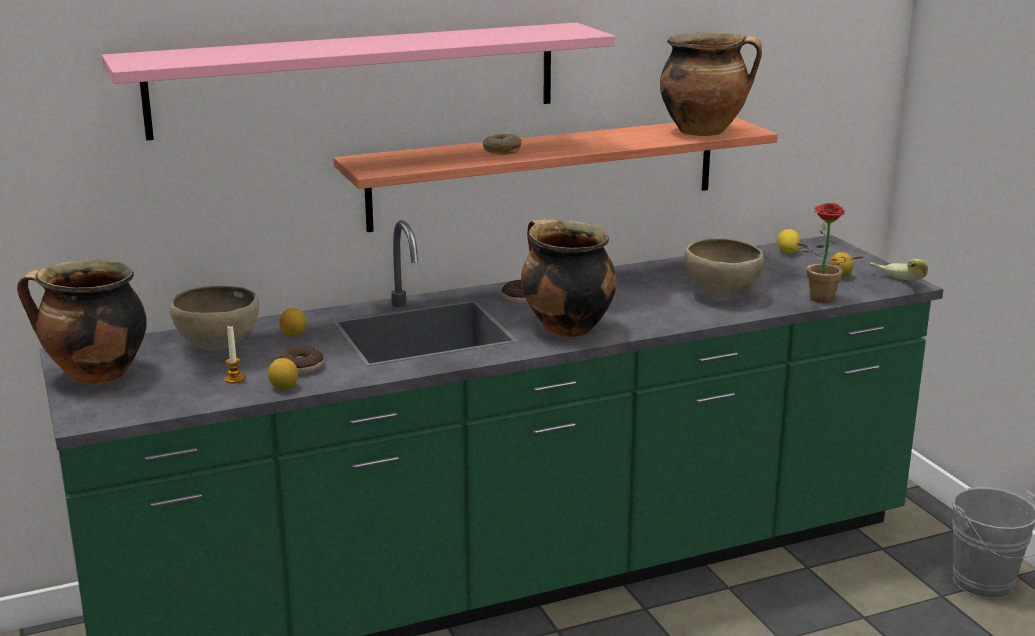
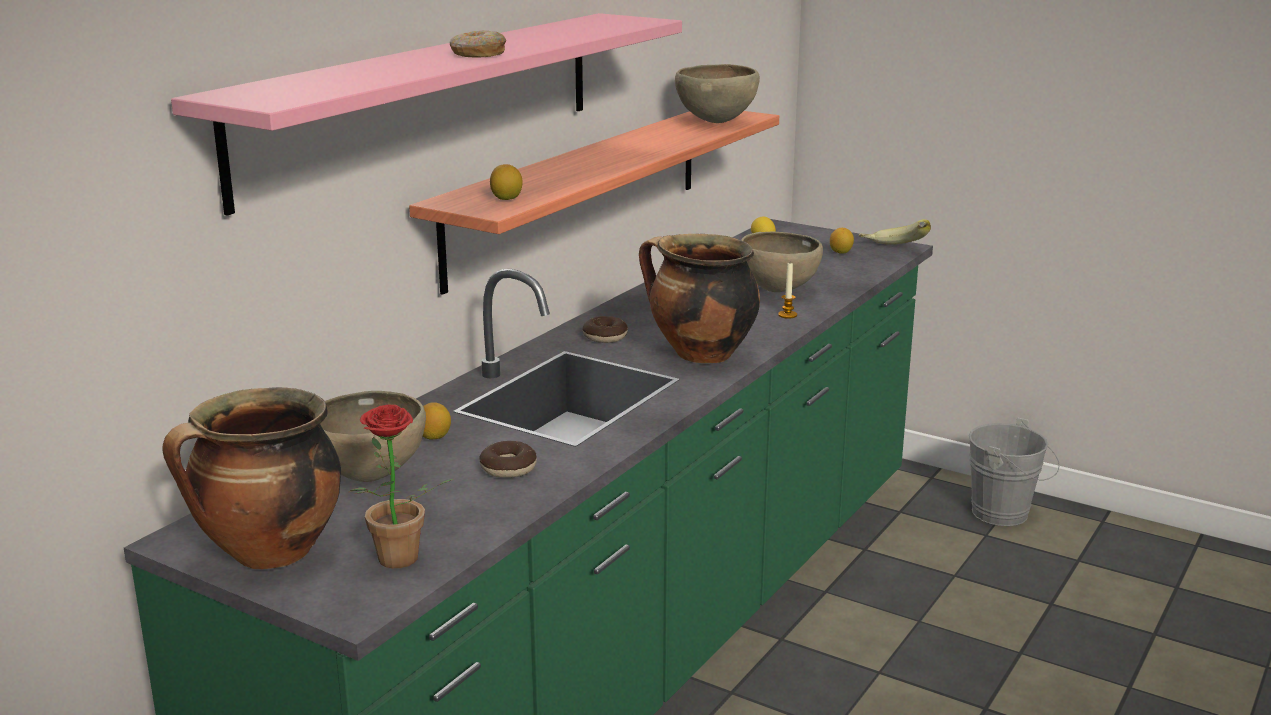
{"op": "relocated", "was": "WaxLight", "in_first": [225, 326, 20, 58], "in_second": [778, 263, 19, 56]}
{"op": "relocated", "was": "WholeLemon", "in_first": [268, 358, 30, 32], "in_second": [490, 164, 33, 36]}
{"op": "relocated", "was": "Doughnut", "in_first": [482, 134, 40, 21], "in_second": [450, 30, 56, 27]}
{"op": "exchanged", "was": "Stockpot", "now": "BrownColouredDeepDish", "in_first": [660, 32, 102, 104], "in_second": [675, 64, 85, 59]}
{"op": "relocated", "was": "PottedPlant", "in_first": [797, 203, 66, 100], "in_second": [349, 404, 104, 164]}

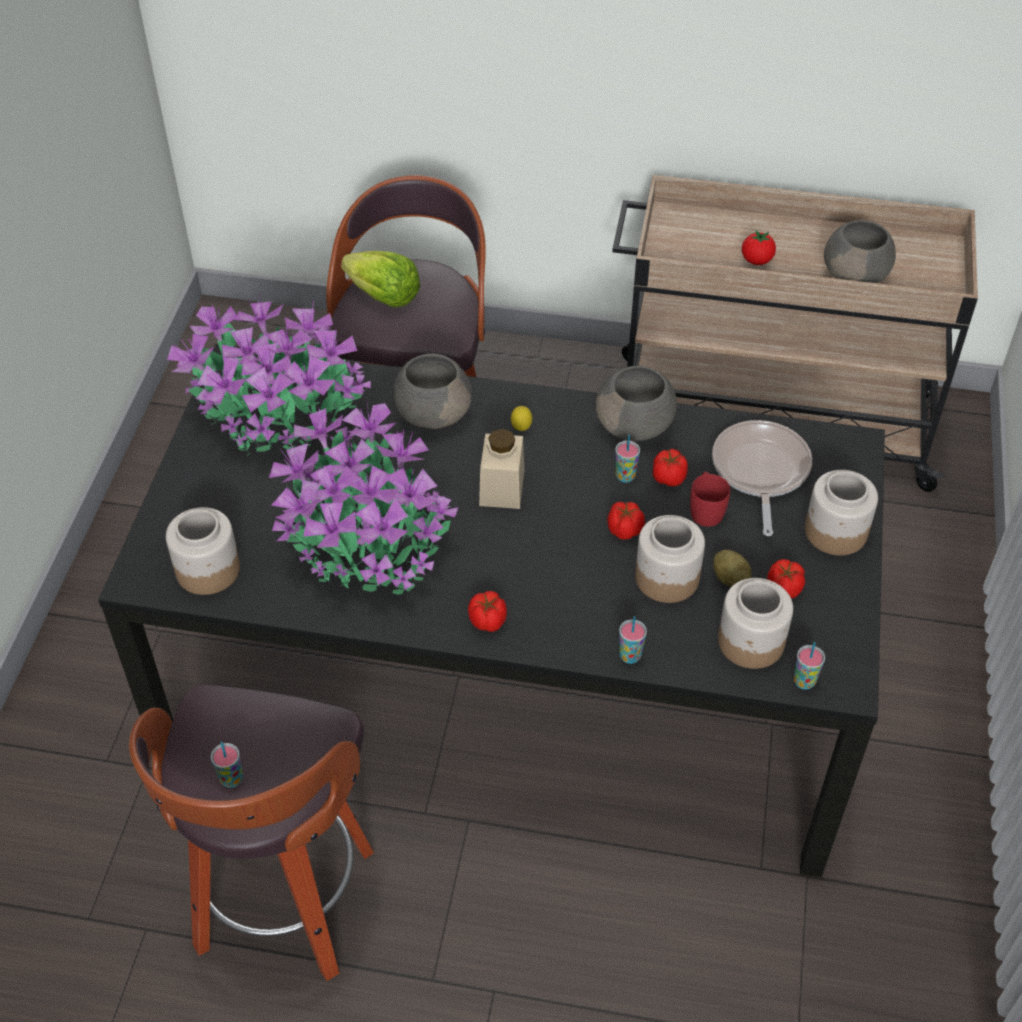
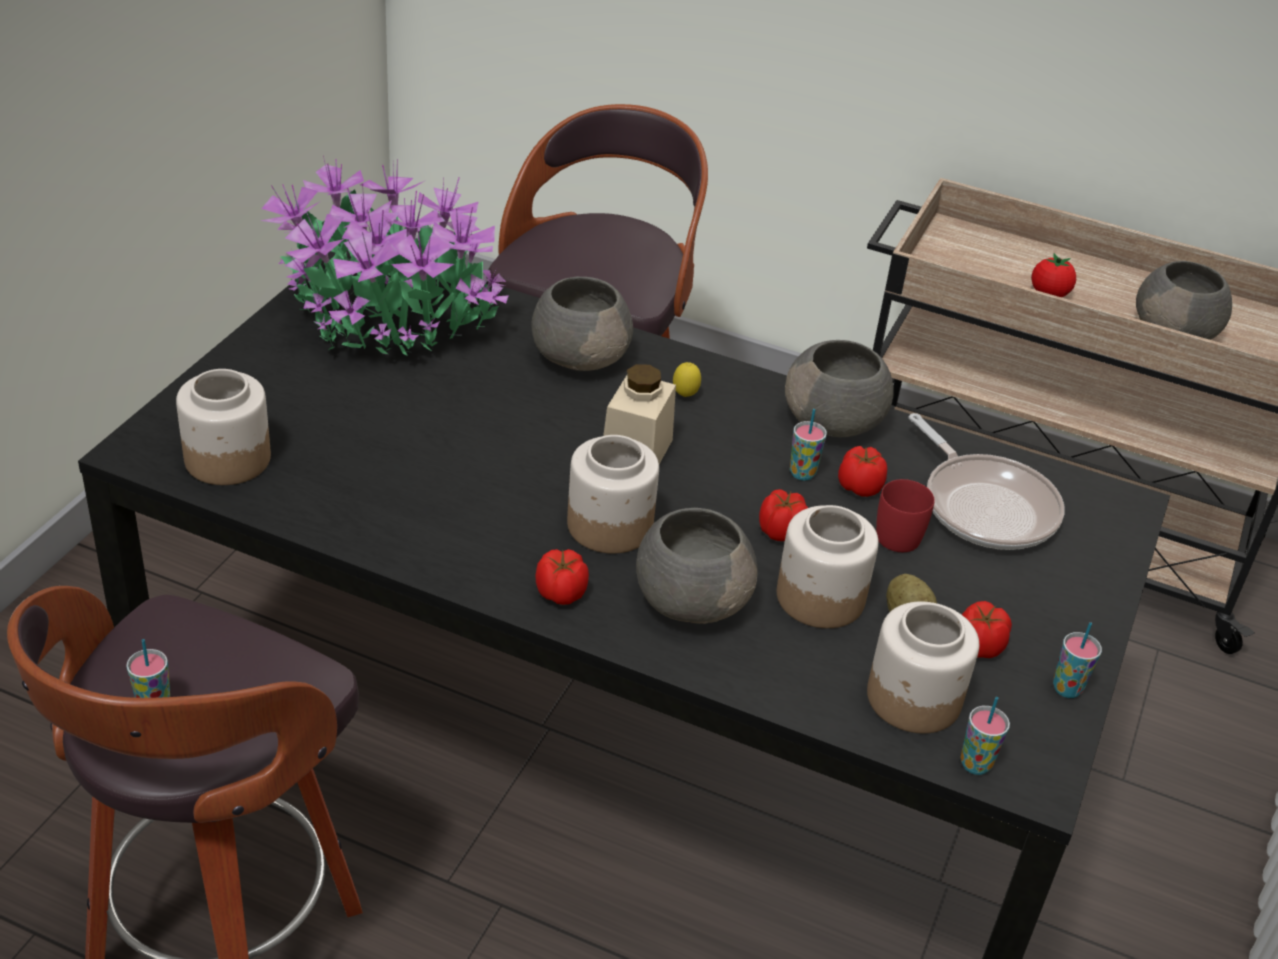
{"op": "missing", "was": "PottedPlant", "in_first": [269, 403, 190, 192]}
{"op": "missing", "was": "LettuceHead", "in_first": [341, 251, 79, 56]}
{"op": "relocated", "was": "DrinkingCup", "in_first": [619, 616, 28, 48], "in_second": [1053, 622, 49, 76]}
{"op": "spun", "was": "FryingPan", "in_first": [712, 420, 100, 116], "in_second": [908, 413, 157, 137], "clockwise": 135}
{"op": "relocated", "was": "PreserveJar", "in_first": [805, 470, 73, 86], "in_second": [567, 435, 92, 119]}
{"op": "appeared", "now": "GrayDeepDish", "in_second": [636, 508, 122, 116]}

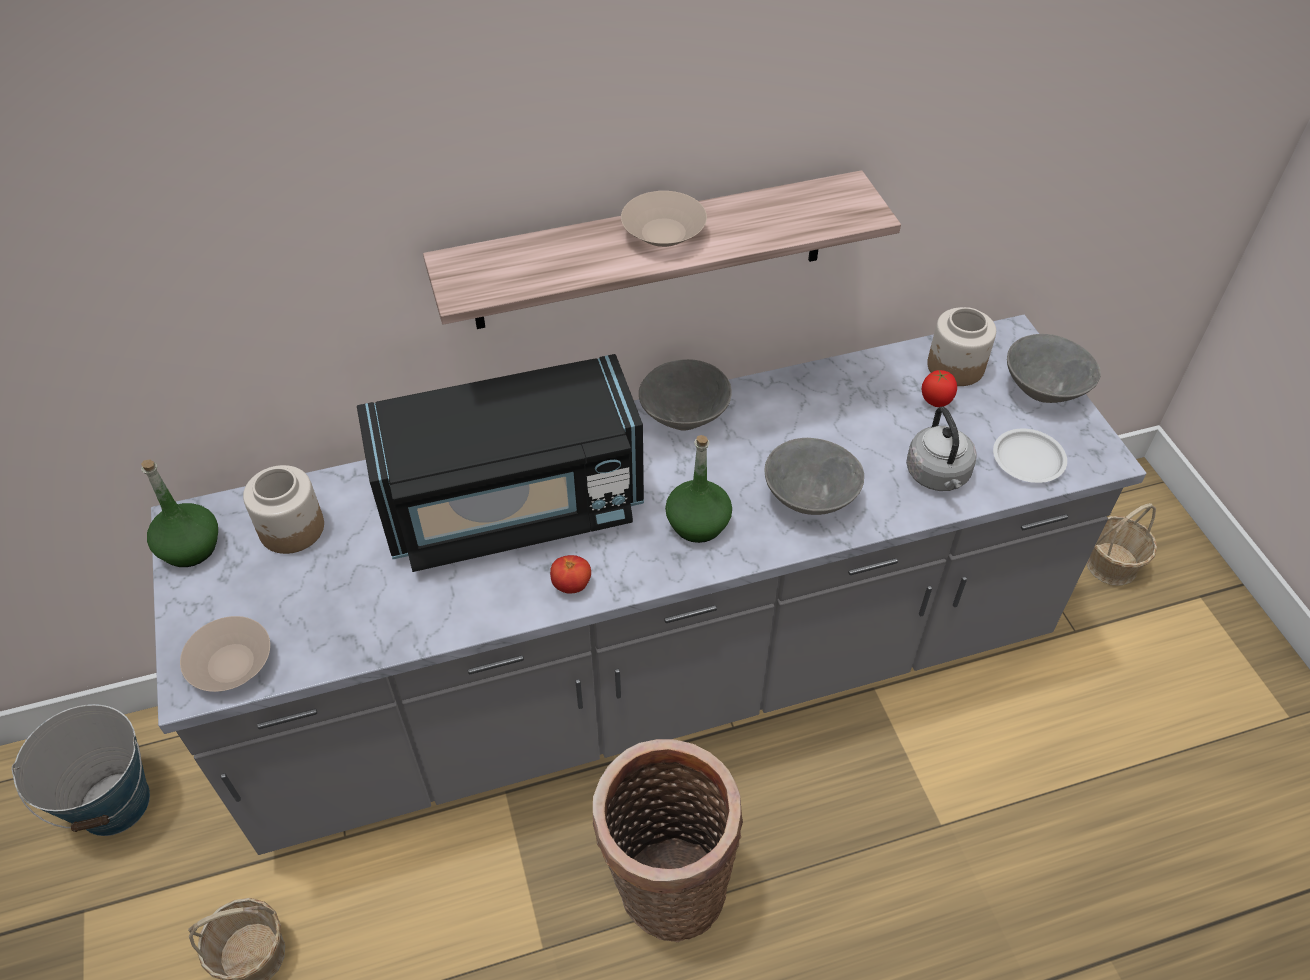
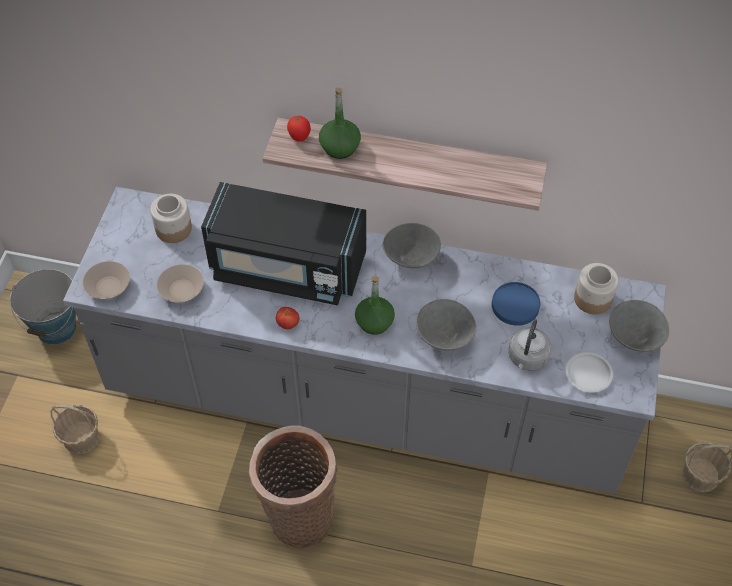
{"op": "relocated", "was": "GreenColouredDrinkBottle", "in_first": [141, 459, 77, 108], "in_second": [319, 87, 42, 72]}
{"op": "relocated", "was": "SandColouredDeepDish", "in_first": [621, 191, 86, 56], "in_second": [157, 264, 47, 38]}
{"op": "relocated", "was": "FreshTomato", "in_first": [922, 370, 35, 37], "in_second": [287, 115, 24, 27]}
{"op": "appeared", "now": "BlueFlatDish", "in_second": [492, 282, 49, 44]}

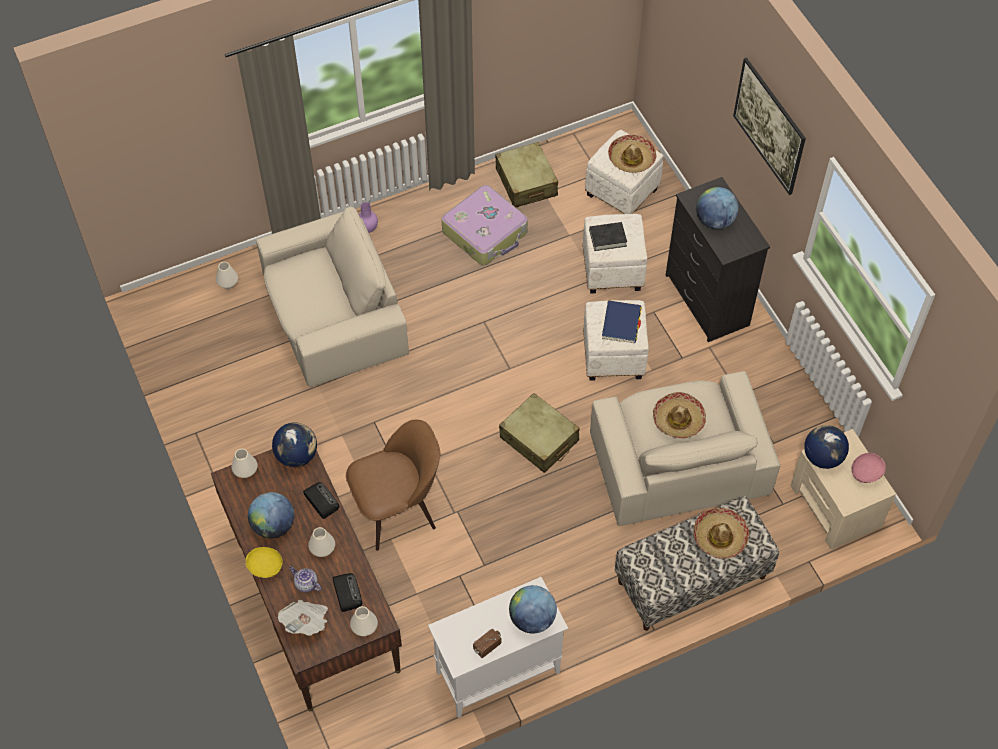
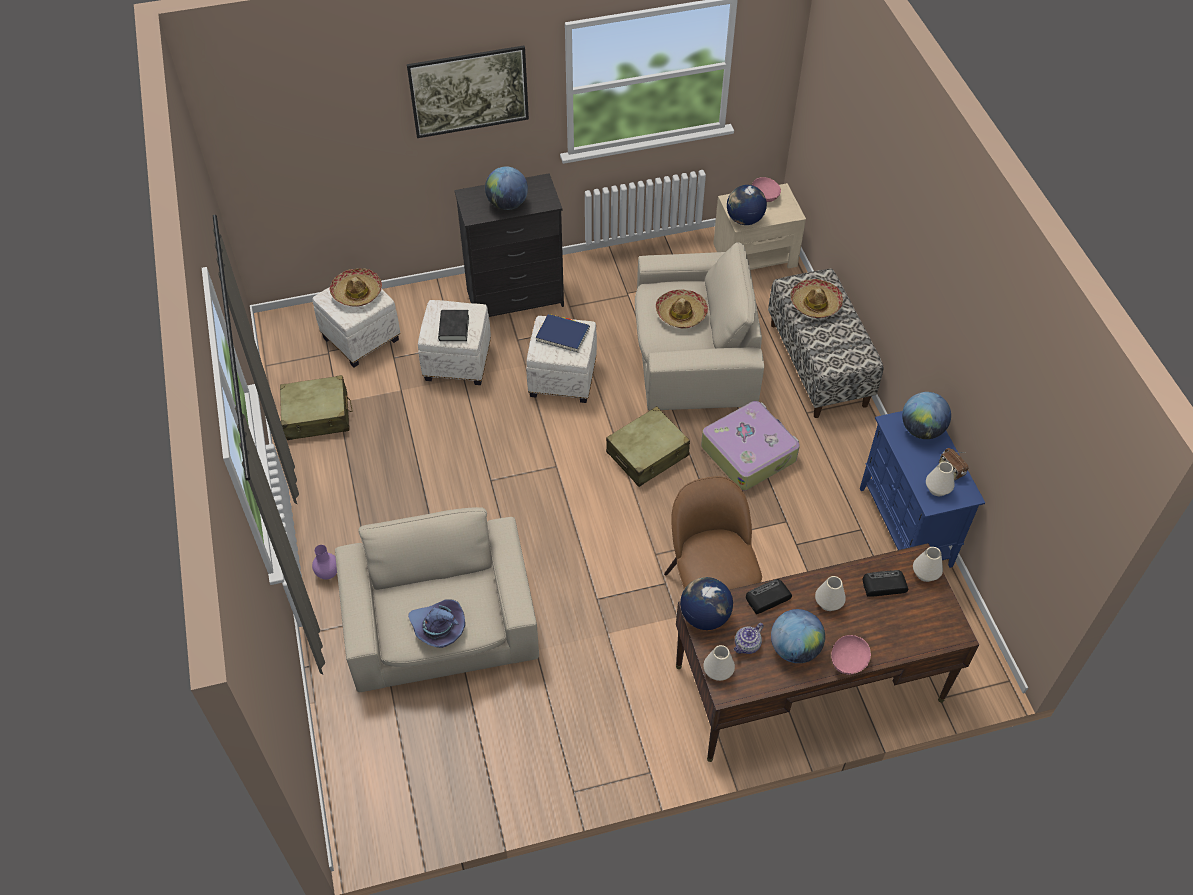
{"op": "relocated", "was": "WhiteDecorativeVase", "in_first": [216, 262, 22, 27], "in_second": [926, 462, 29, 34]}
{"op": "colour", "was": "YellowishDeepDish", "now": "PinkDeepDish", "in_first": [246, 547, 37, 31], "in_second": [831, 635, 40, 40]}
{"op": "missing", "was": "Newspaper", "in_first": [278, 600, 50, 36]}
{"op": "relocated", "was": "PotForTea", "in_first": [289, 566, 33, 26], "in_second": [734, 623, 30, 31]}
{"op": "colour", "was": "WhiteStorageCabinet", "now": "BlueStorageCabinet", "in_first": [428, 577, 140, 141], "in_second": [860, 411, 125, 157]}
{"op": "relocated", "was": "TravelCase", "in_first": [442, 185, 86, 81], "in_second": [701, 401, 99, 89]}
{"op": "appeared", "now": "PurpleColouredWearableHat", "in_second": [408, 600, 57, 48]}

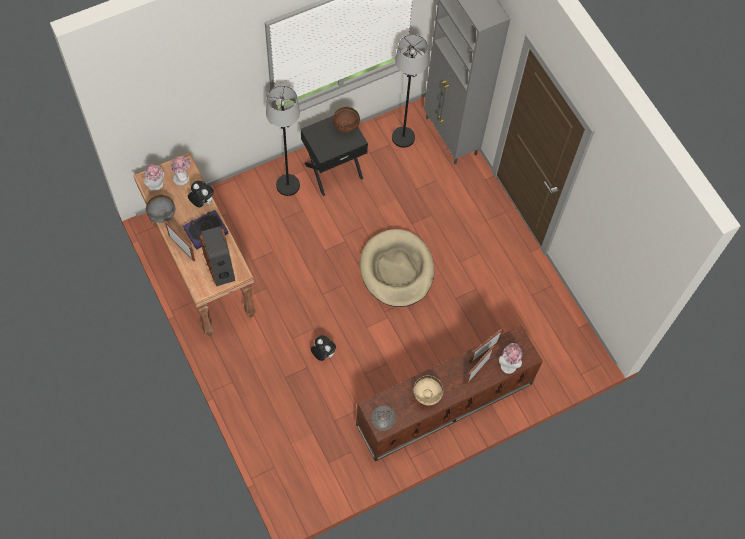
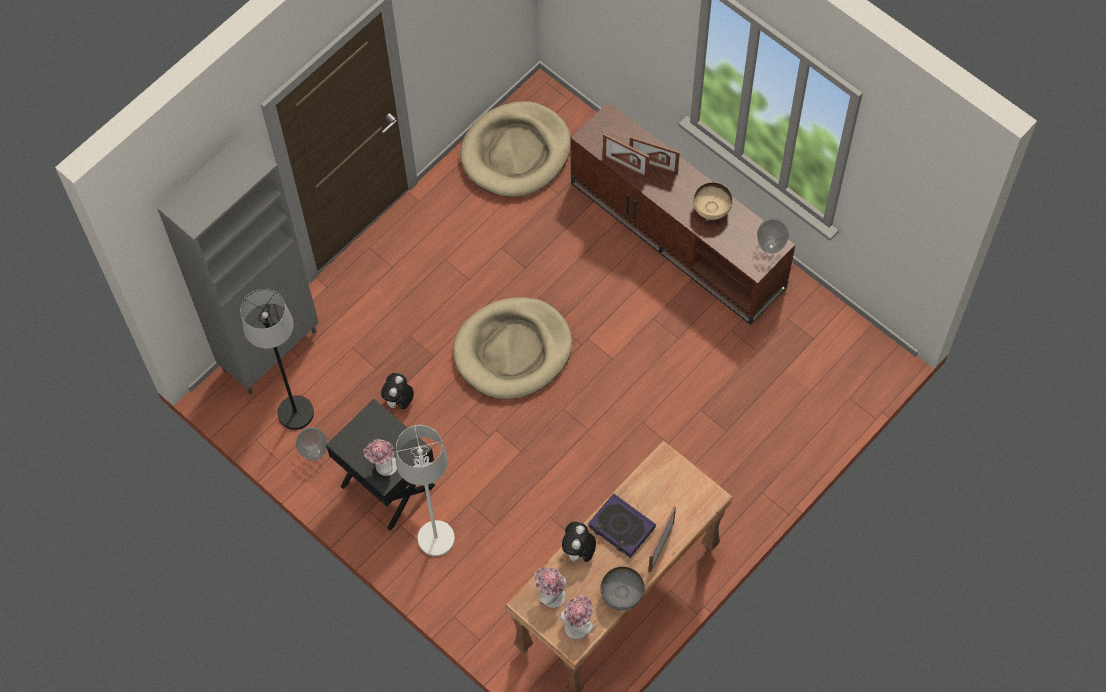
{"op": "missing", "was": "Speaker", "in_first": [199, 226, 36, 60]}
{"op": "colour", "was": "BlackStandingLamp", "now": "WhiteStandingLamp", "in_first": [266, 86, 34, 110], "in_second": [396, 425, 59, 131]}
{"op": "relocated", "was": "SoftToy", "in_first": [311, 335, 25, 26], "in_second": [381, 373, 33, 38]}
{"op": "missing", "was": "BrownColouredDeepDish", "in_first": [333, 107, 27, 25]}
{"op": "relocated", "was": "WearableHat", "in_first": [499, 343, 23, 31], "in_second": [363, 439, 34, 37]}
{"op": "appeared", "now": "DecorativeVase", "in_second": [296, 427, 32, 34]}
{"op": "appeared", "now": "SandColouredPetBed", "in_second": [460, 101, 111, 96]}

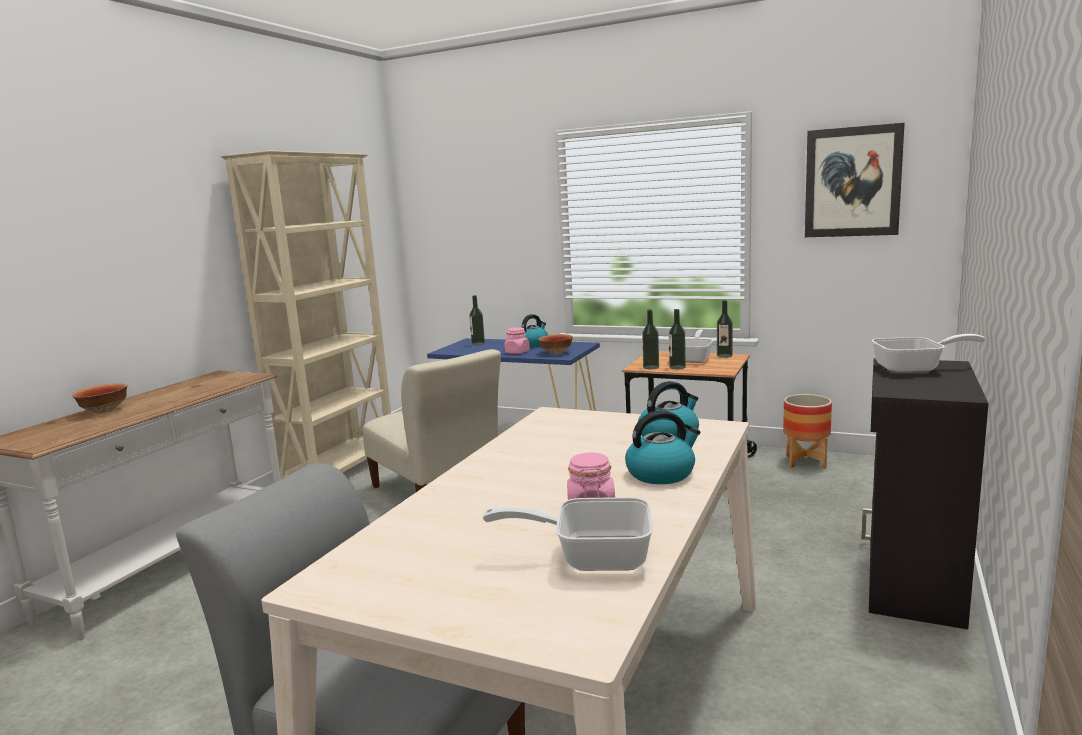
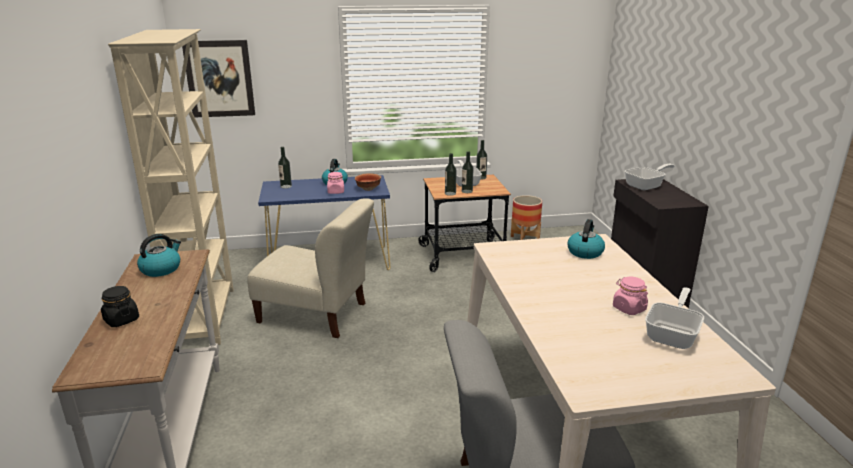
{"op": "exchanged", "was": "DeepDish", "now": "BlackPreserveJar", "in_first": [72, 383, 55, 31], "in_second": [101, 286, 38, 41]}
{"op": "spun", "was": "FryingPan", "in_first": [482, 497, 171, 74], "in_second": [645, 287, 59, 62], "clockwise": 150}
{"op": "relocated", "was": "Kettle", "in_first": [625, 410, 76, 74], "in_second": [137, 234, 44, 43]}
{"op": "relocated", "was": "Picture", "in_first": [805, 123, 100, 114], "in_second": [182, 40, 73, 77]}

